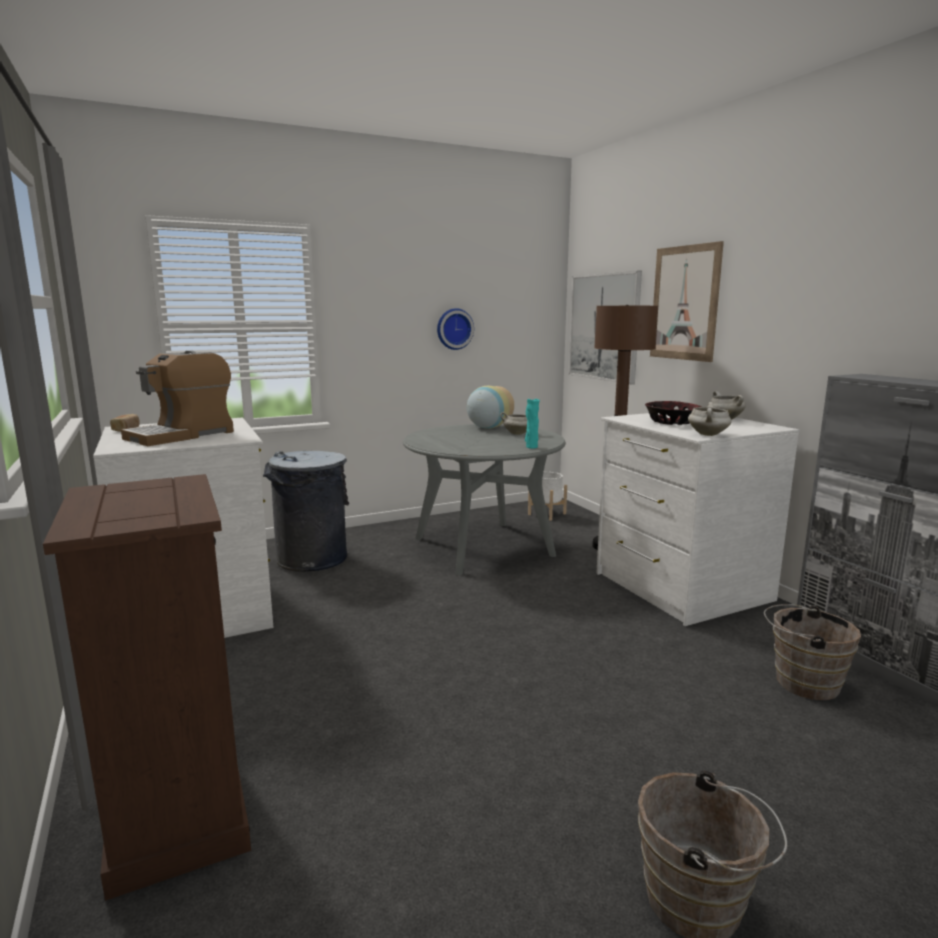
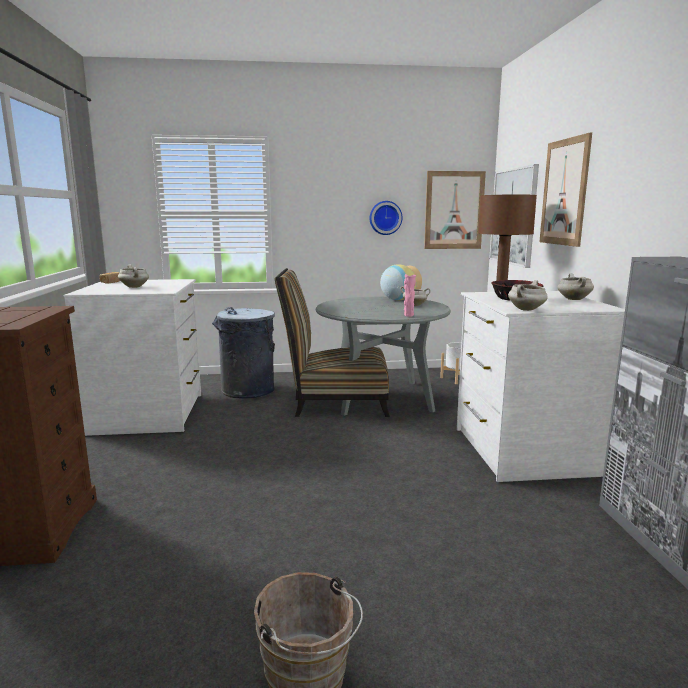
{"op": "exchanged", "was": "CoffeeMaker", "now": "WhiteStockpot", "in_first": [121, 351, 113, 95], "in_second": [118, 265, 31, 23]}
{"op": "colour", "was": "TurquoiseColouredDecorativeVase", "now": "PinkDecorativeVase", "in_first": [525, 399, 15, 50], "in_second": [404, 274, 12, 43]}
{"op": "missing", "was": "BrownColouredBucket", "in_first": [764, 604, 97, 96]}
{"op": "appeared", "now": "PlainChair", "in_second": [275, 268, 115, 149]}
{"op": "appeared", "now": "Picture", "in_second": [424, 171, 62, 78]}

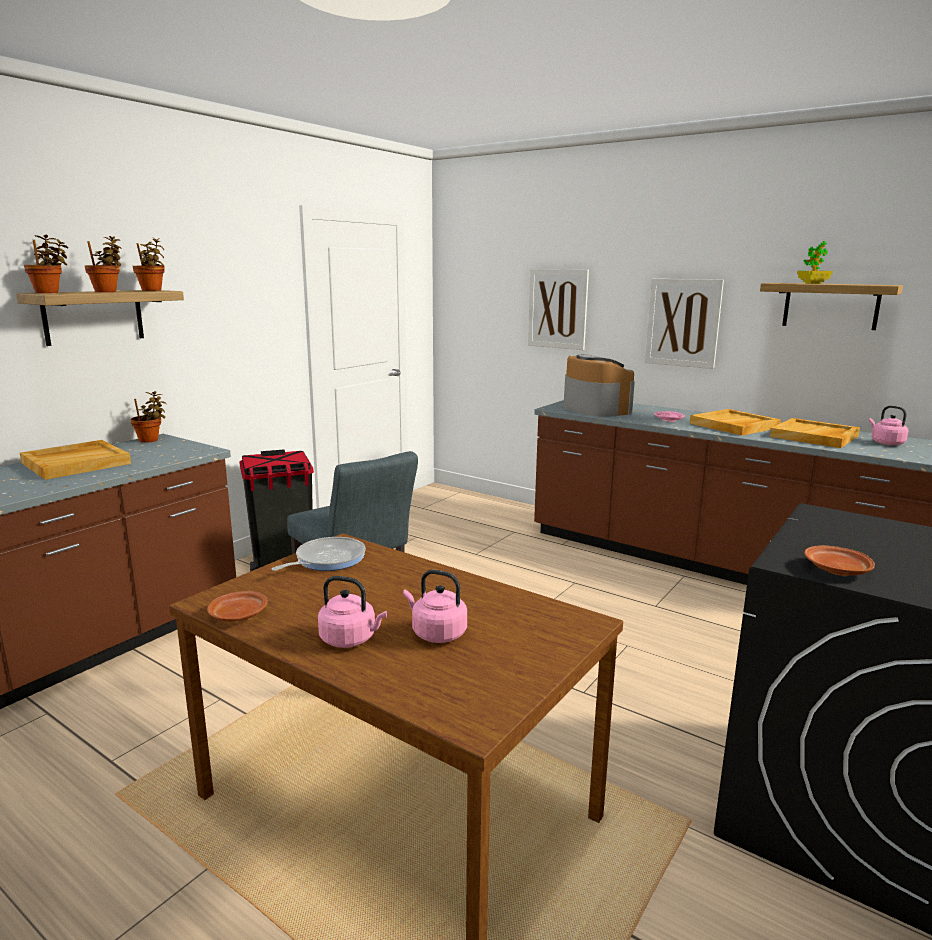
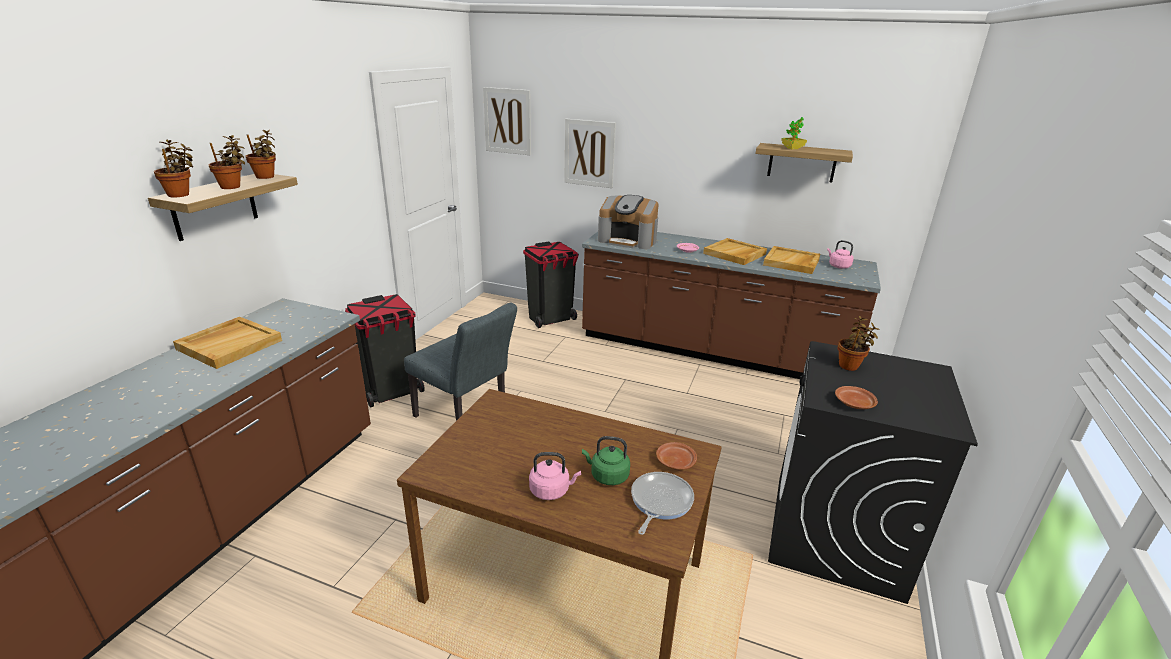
{"op": "relocated", "was": "PottedPlant", "in_first": [131, 391, 35, 52], "in_second": [837, 316, 43, 55]}
{"op": "relocated", "was": "BrownColouredFlatDish", "in_first": [207, 591, 61, 31], "in_second": [656, 442, 41, 28]}
{"op": "relocated", "was": "FryingPan", "in_first": [271, 537, 95, 34], "in_second": [631, 472, 63, 63]}
{"op": "colour", "was": "PinkKettle", "now": "GreenColouredKettle", "in_first": [403, 570, 64, 73], "in_second": [582, 436, 48, 49]}
{"op": "spun", "was": "CoffeeMaker", "in_first": [563, 355, 72, 62], "in_second": [598, 195, 61, 54], "clockwise": 150}
{"op": "relocated", "was": "Picture", "in_first": [645, 279, 79, 90], "in_second": [483, 87, 48, 68]}
{"op": "appeared", "now": "BlackRubbishBin", "in_second": [523, 241, 56, 87]}

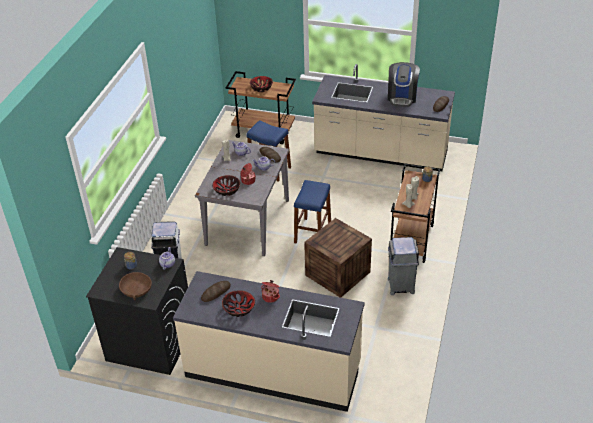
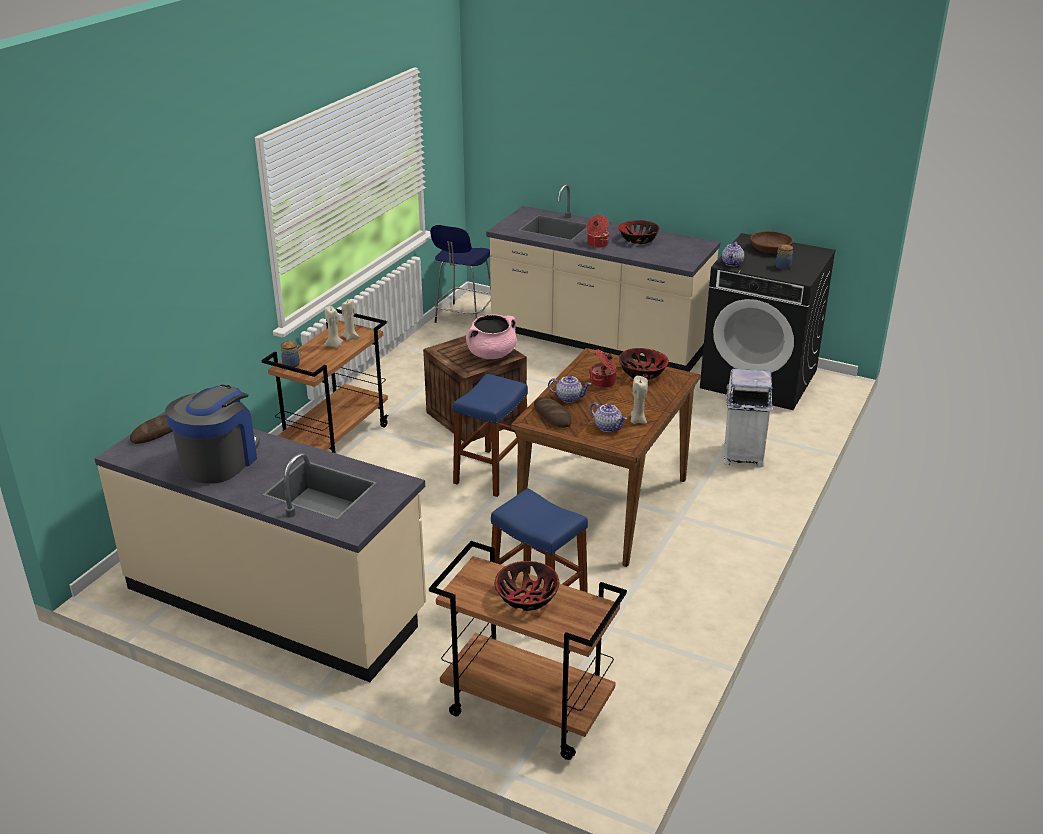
{"op": "colour", "was": "GrayDiningTable", "now": "BrownColouredDiningTable", "in_first": [195, 140, 94, 116], "in_second": [511, 348, 189, 219]}
{"op": "missing", "was": "BakeryBread", "in_first": [201, 281, 30, 21]}
{"op": "missing", "was": "GrayRubbishBin", "in_first": [388, 237, 31, 58]}
{"op": "appeared", "now": "BlueStoolSeat", "in_second": [430, 225, 61, 98]}
{"op": "appeared", "now": "PinkStockpot", "in_second": [466, 314, 51, 45]}

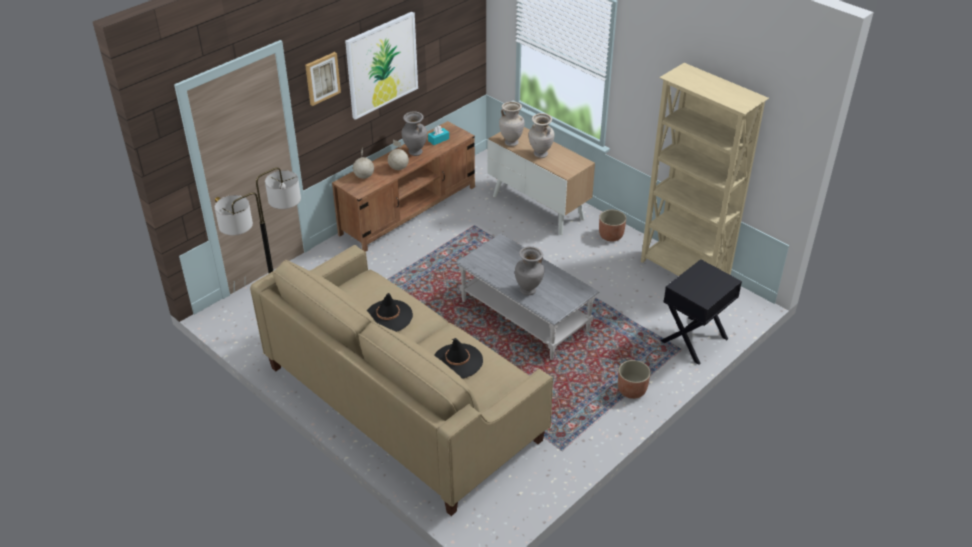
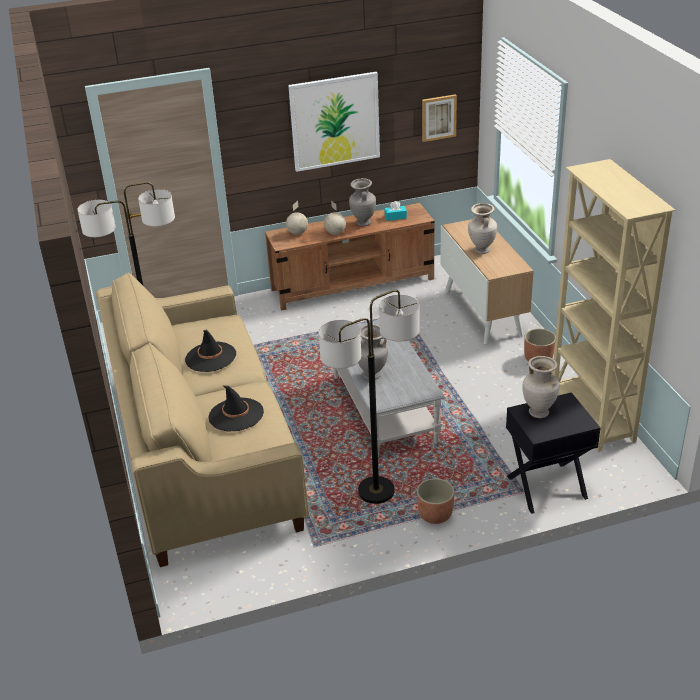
{"op": "relocated", "was": "Picture", "in_first": [305, 52, 36, 54], "in_second": [422, 94, 35, 48]}
{"op": "relocated", "was": "SandColouredDecorativeVase", "in_first": [499, 102, 26, 44], "in_second": [522, 356, 38, 62]}
{"op": "appeared", "now": "StandingLamp", "in_second": [318, 290, 102, 214]}

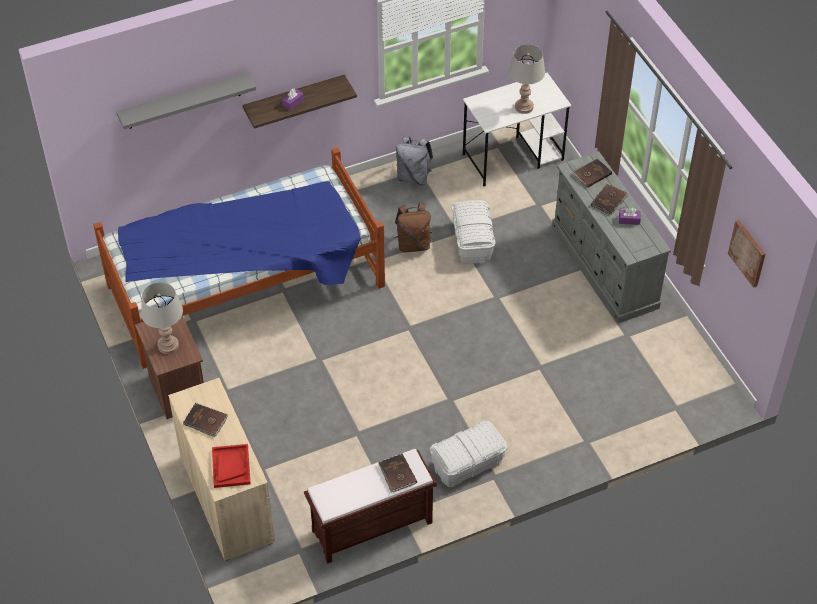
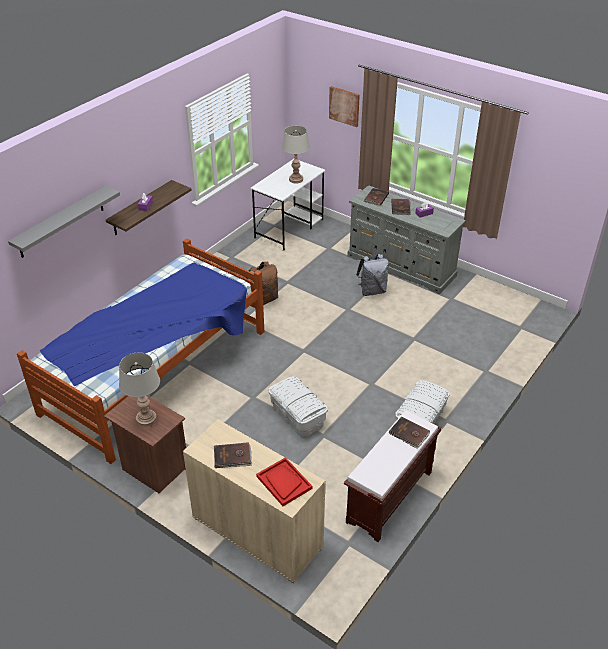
{"op": "relocated", "was": "GrayKnapsack", "in_first": [396, 136, 37, 49], "in_second": [356, 254, 33, 42]}
{"op": "relocated", "was": "WhiteStorageContainer", "in_first": [452, 200, 43, 64], "in_second": [268, 376, 60, 61]}
{"op": "relocated", "was": "Picture", "in_first": [728, 220, 38, 68], "in_second": [329, 86, 31, 41]}

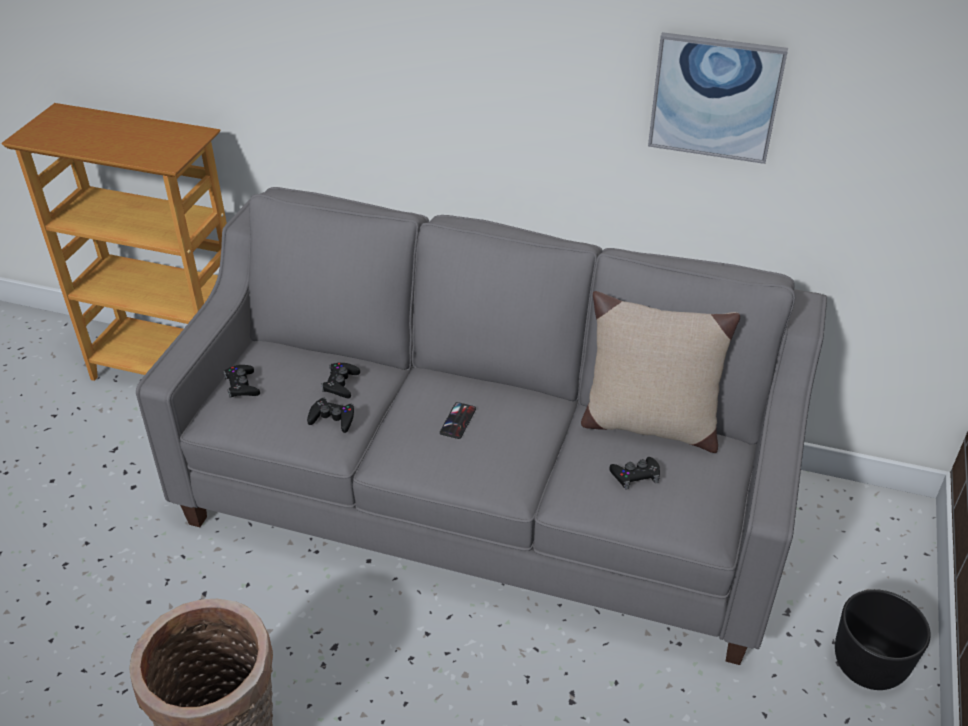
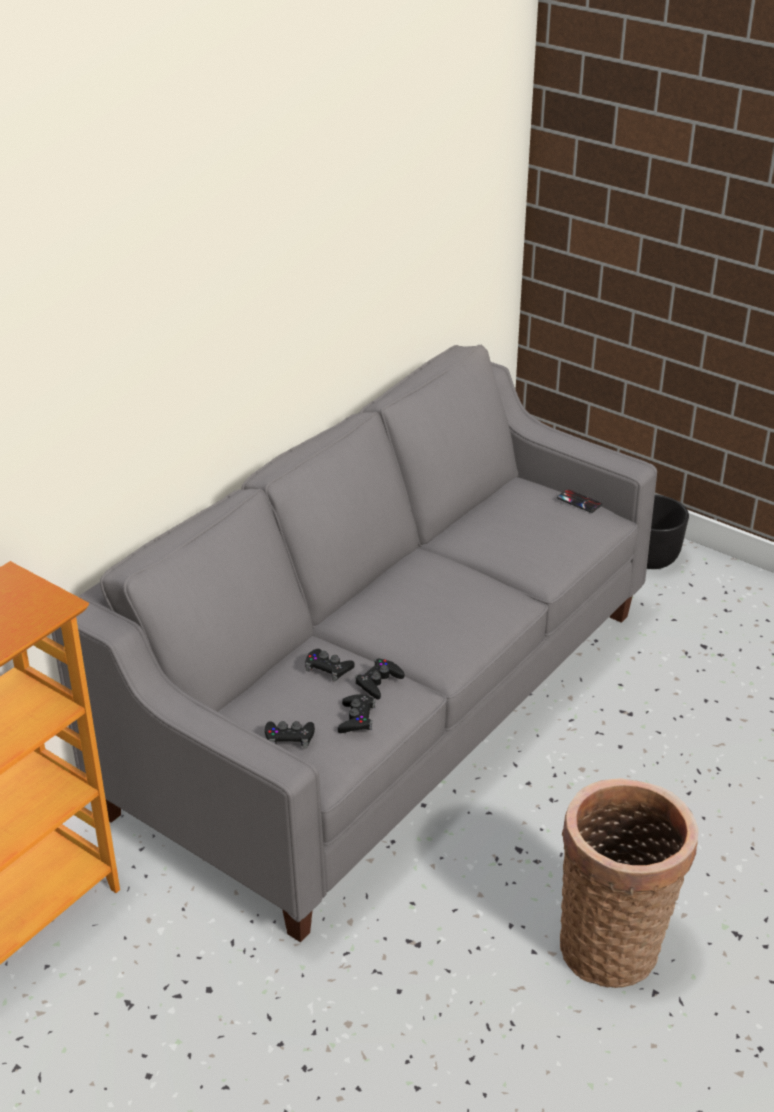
{"op": "relocated", "was": "Handset", "in_first": [440, 402, 36, 37], "in_second": [557, 489, 45, 24]}
{"op": "missing", "was": "SandColouredPillow", "in_first": [581, 291, 159, 162]}
{"op": "relocated", "was": "BlackJoypad", "in_first": [610, 457, 50, 32], "in_second": [338, 694, 37, 39]}
{"op": "missing", "was": "Picture", "in_first": [648, 32, 140, 132]}

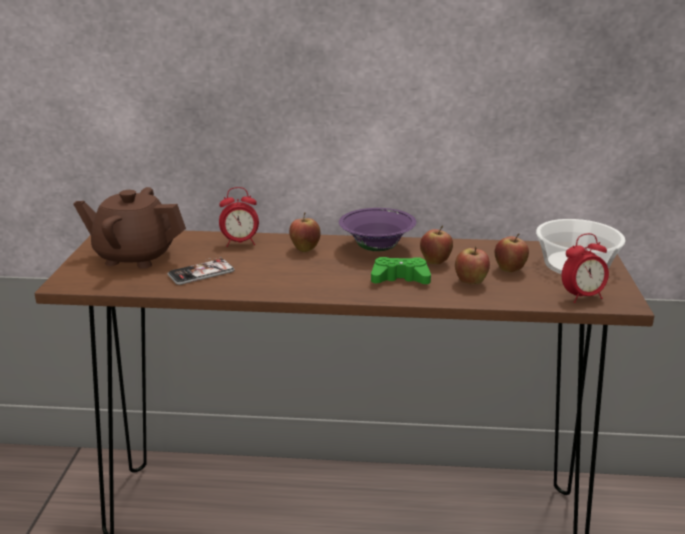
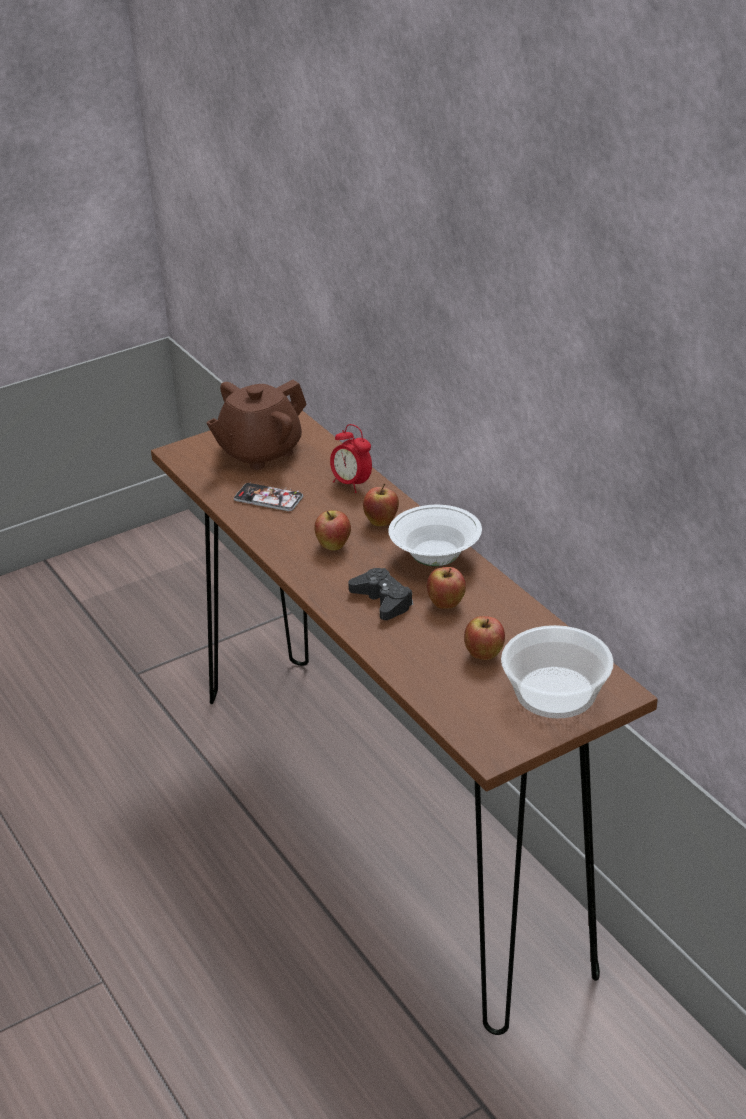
{"op": "spun", "was": "BrownColouredPotForTea", "in_first": [73, 187, 113, 82], "in_second": [206, 379, 101, 91], "clockwise": -105}
{"op": "colour", "was": "PurpleColouredDeepDish", "now": "WhiteDeepDish", "in_first": [339, 208, 77, 43], "in_second": [388, 505, 94, 61]}
{"op": "colour", "was": "GreenColouredJoypad", "now": "BlackJoypad", "in_first": [371, 257, 60, 27], "in_second": [348, 568, 65, 52]}
{"op": "relocated", "was": "AppleFruit", "in_first": [455, 246, 35, 38], "in_second": [314, 510, 37, 41]}
{"op": "missing", "was": "BedsideClock", "in_first": [562, 233, 47, 70]}

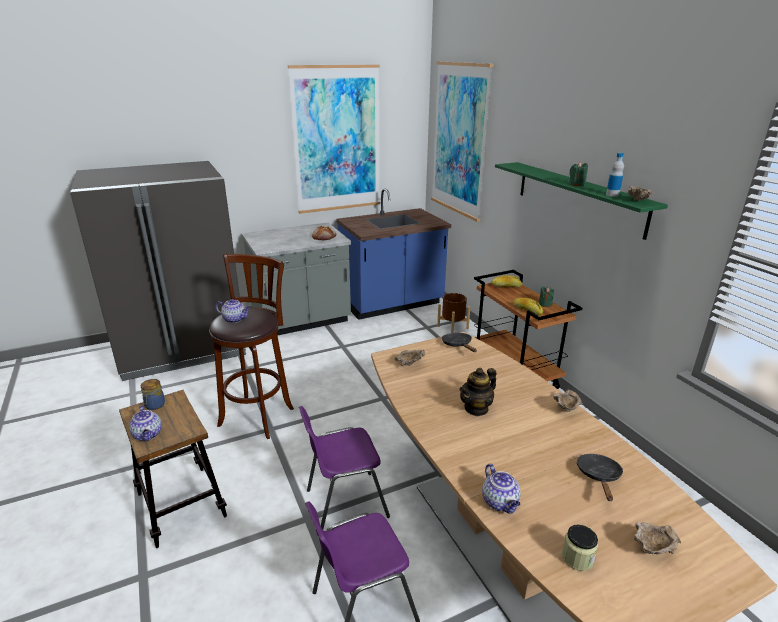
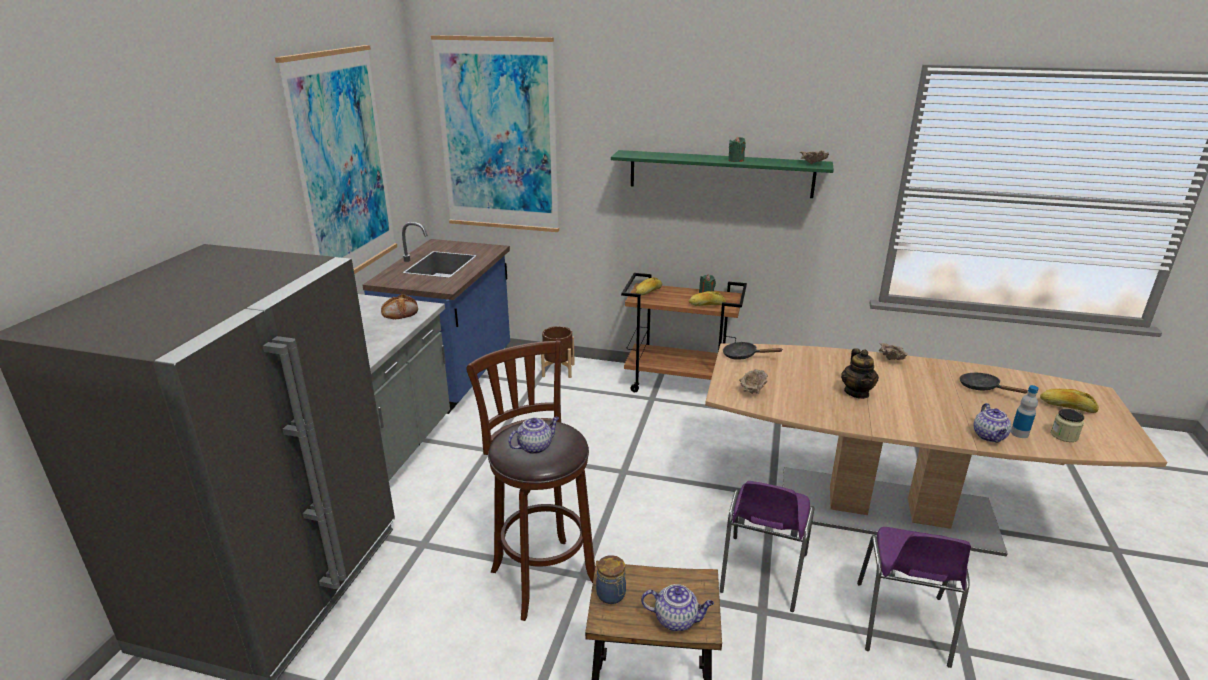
{"op": "spun", "was": "PotForTea", "in_first": [482, 464, 39, 50], "in_second": [974, 403, 37, 39], "clockwise": 75}
{"op": "relocated", "was": "DrinkBottle", "in_first": [606, 153, 18, 44], "in_second": [1011, 385, 28, 53]}
{"op": "exchanged", "was": "SandColouredDeepDish", "now": "BakeryBread", "in_first": [634, 522, 47, 32], "in_second": [1040, 389, 59, 24]}

